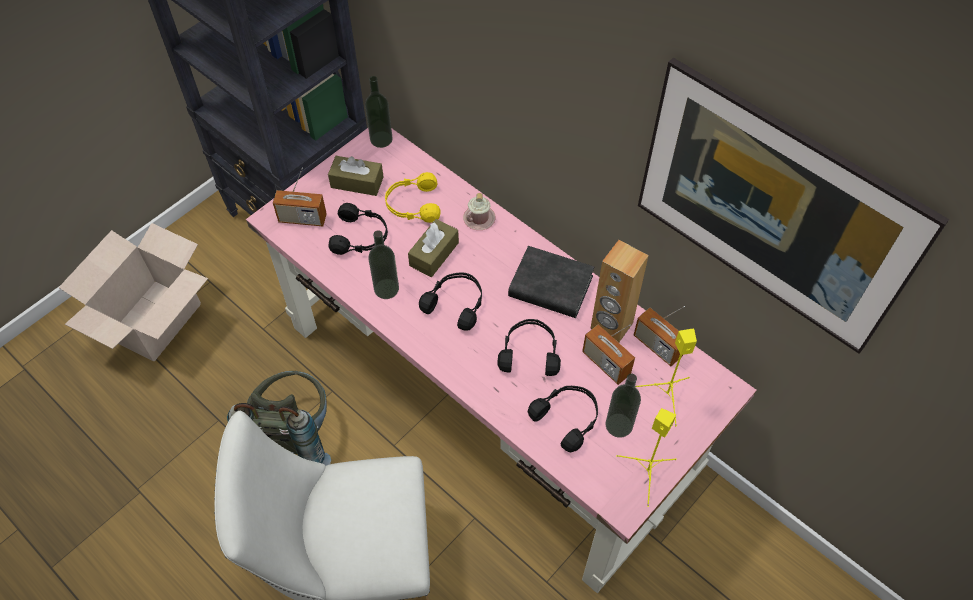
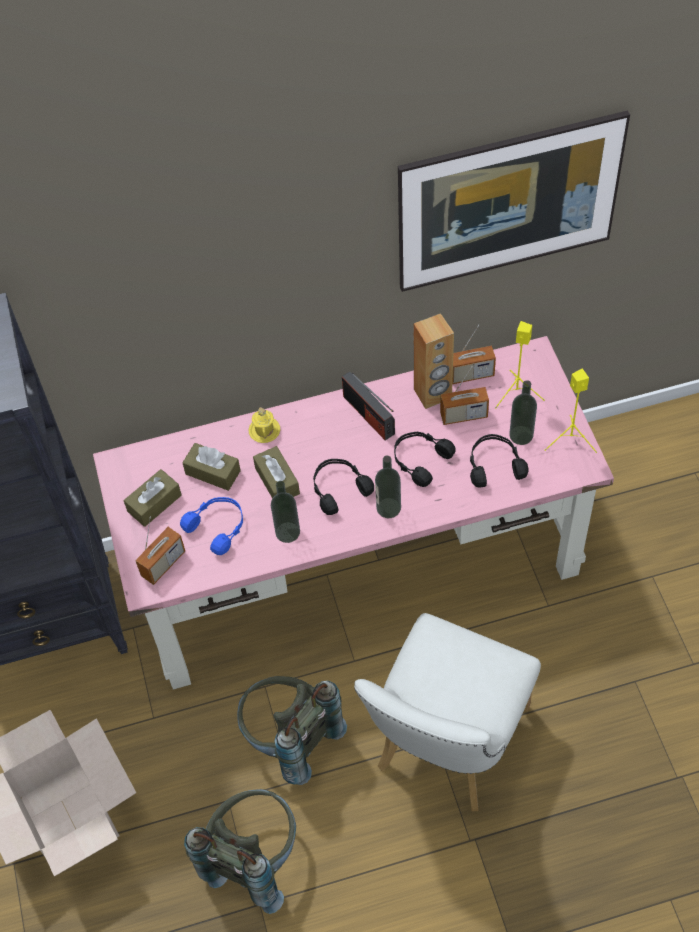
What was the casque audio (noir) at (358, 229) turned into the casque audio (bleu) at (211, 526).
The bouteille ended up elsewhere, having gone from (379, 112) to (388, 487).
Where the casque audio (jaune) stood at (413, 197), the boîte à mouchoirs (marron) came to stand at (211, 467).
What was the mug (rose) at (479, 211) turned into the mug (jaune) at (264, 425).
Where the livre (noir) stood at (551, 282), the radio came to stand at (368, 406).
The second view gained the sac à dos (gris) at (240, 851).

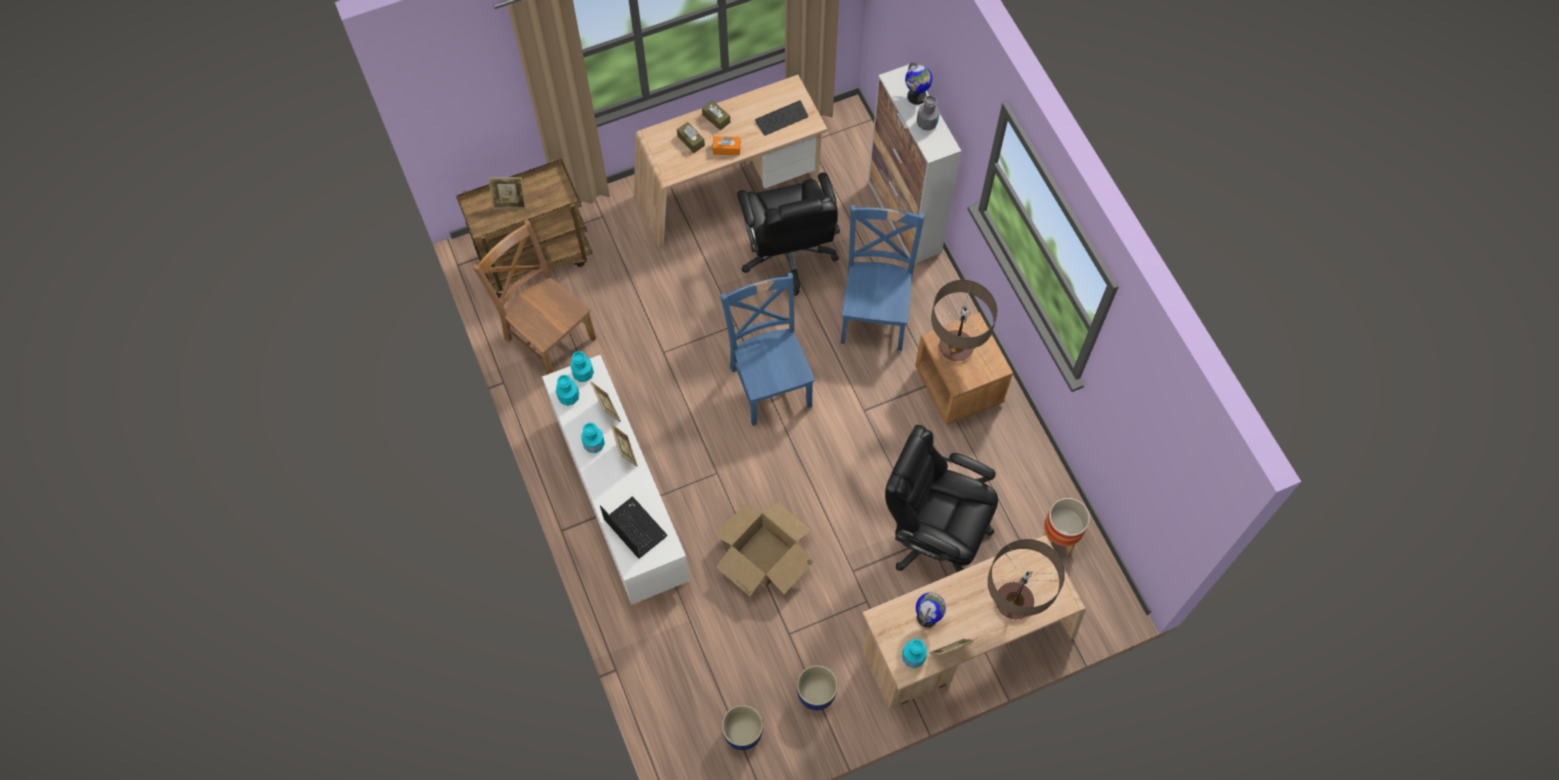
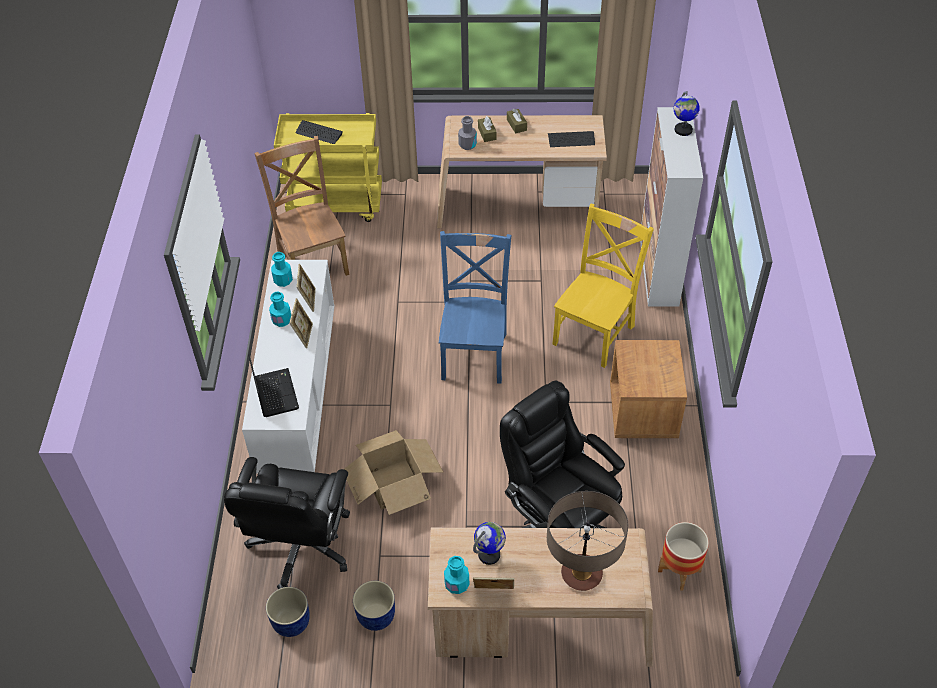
What was the chariot (marron) at (524, 228) turned into the chariot (jaune) at (328, 167).
Where the cadre photo stood at (507, 193), the clavier came to stand at (319, 132).
The second view lost the bouteille (turquoise) at (582, 366).
The second view lost the boîte à mouchoirs (orange) at (727, 145).
The chaise de bureau (noir) ended up elsewhere, having gone from (788, 234) to (287, 523).
What was the chaise (bleu) at (882, 278) turned into the chaise (jaune) at (603, 286).
The bouteille (gris) ended up elsewhere, having gone from (928, 113) to (467, 133).
The second view lost the lampe de table at (964, 320).

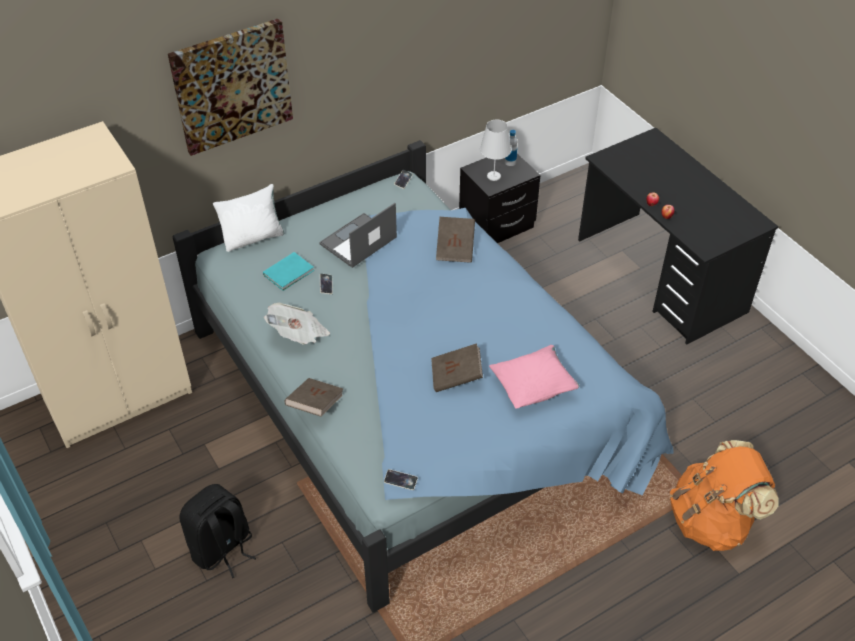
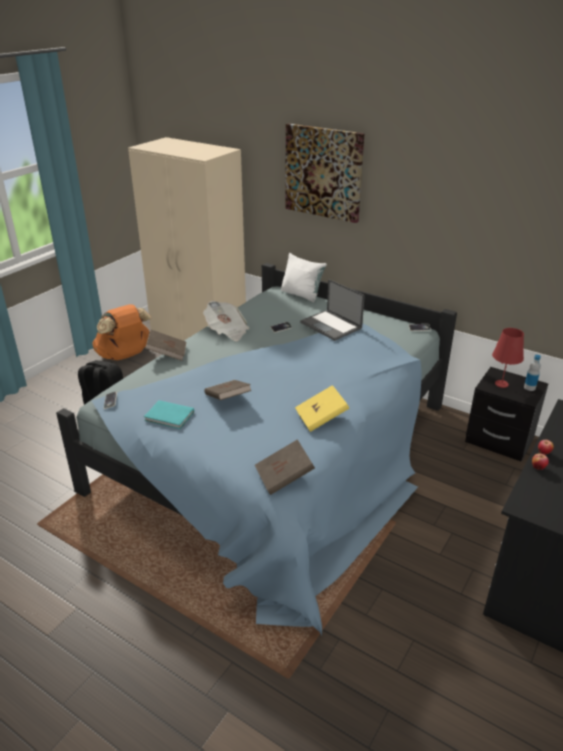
The livre (turquoise) ended up elsewhere, having gone from (288, 271) to (169, 414).
The ordinateur portable at (358, 235) ended up facing another way, 150 degrees counterclockwise from before.
The livre (marron) ended up elsewhere, having gone from (455, 240) to (285, 467).
What was the lampe de table (blanc) at (495, 150) turned into the lampe de table (rouge) at (508, 358).
The second view lost the coussin (rose) at (534, 377).
The sac à dos (orange) ended up elsewhere, having gone from (724, 495) to (122, 332).
The second view gained the livre (jaune) at (322, 408).

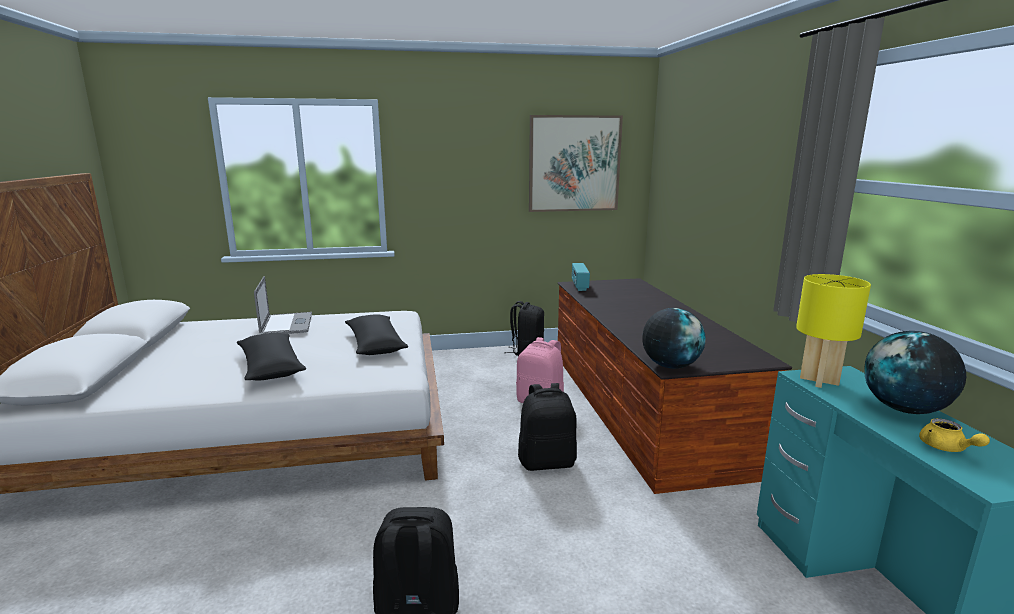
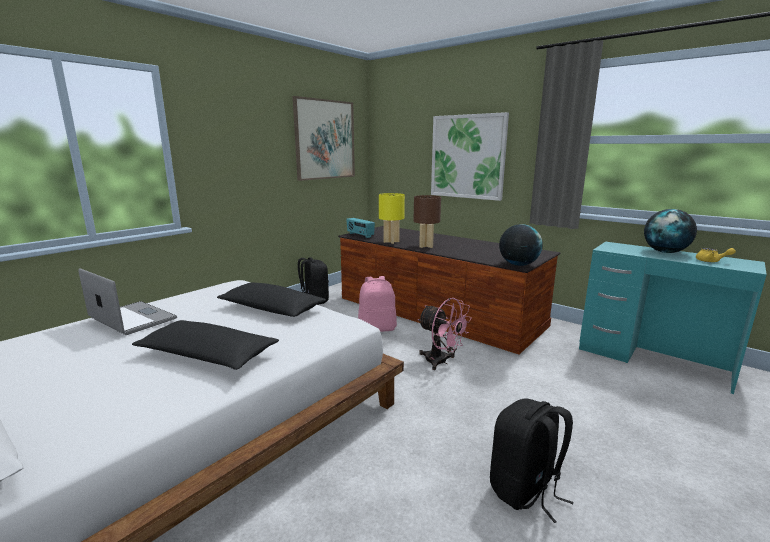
Where the sac à dos (noir) stood at (547, 427), the ventilateur (rose) came to stand at (445, 334).
The lampe de table (jaune) ended up elsewhere, having gone from (833, 331) to (392, 218).
The second view gained the lampe de table (marron) at (427, 221).
The second view gained the tableau at (470, 156).

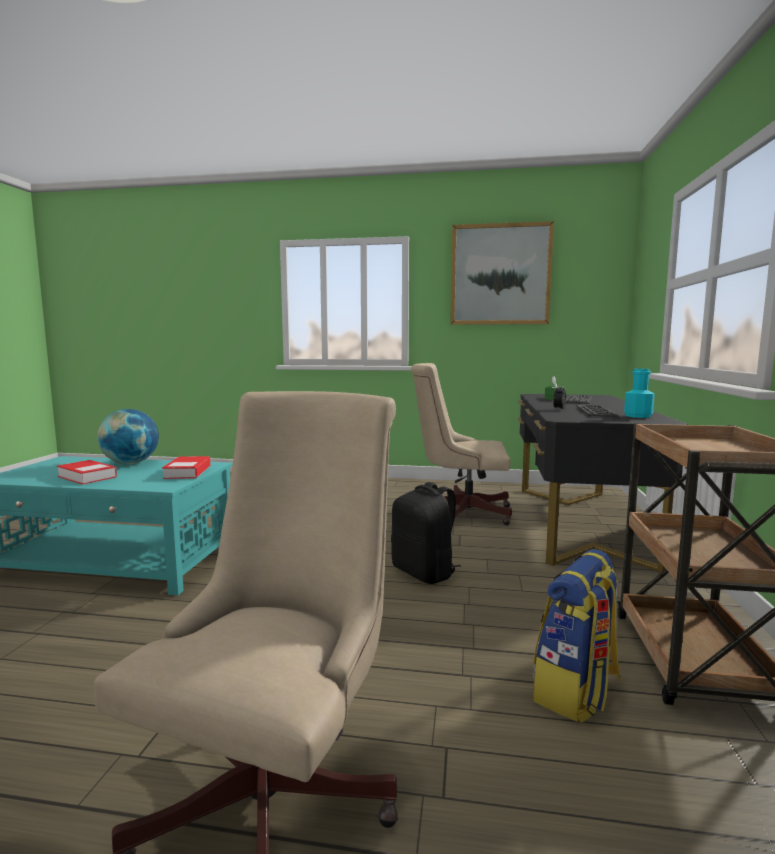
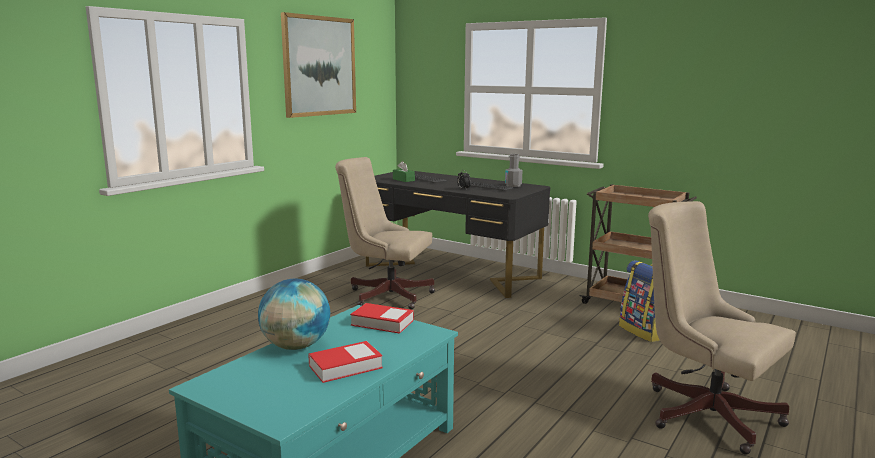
The second view lost the sac à dos (noir) at (426, 533).
The chaise de bureau (beige) at (461, 444) ended up facing another way, 75 degrees clockwise from before.
What was the bouteille (turquoise) at (639, 393) turned into the bouteille (gris) at (513, 170).

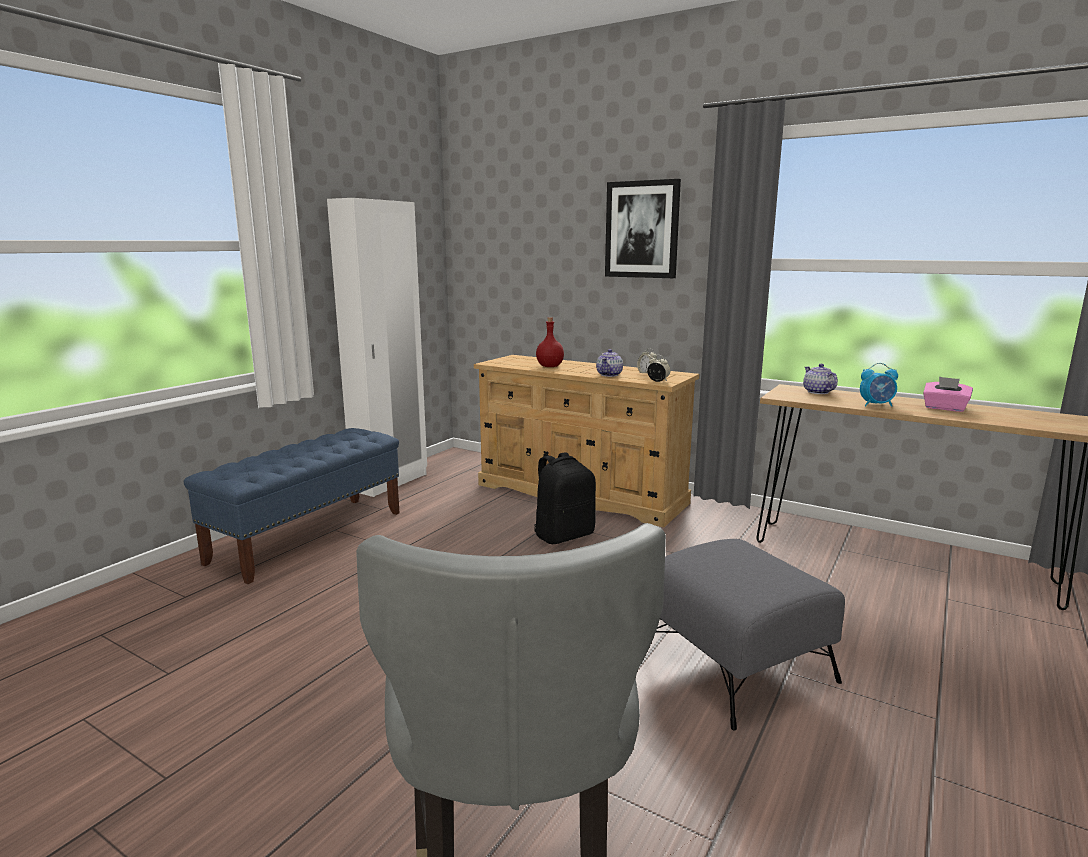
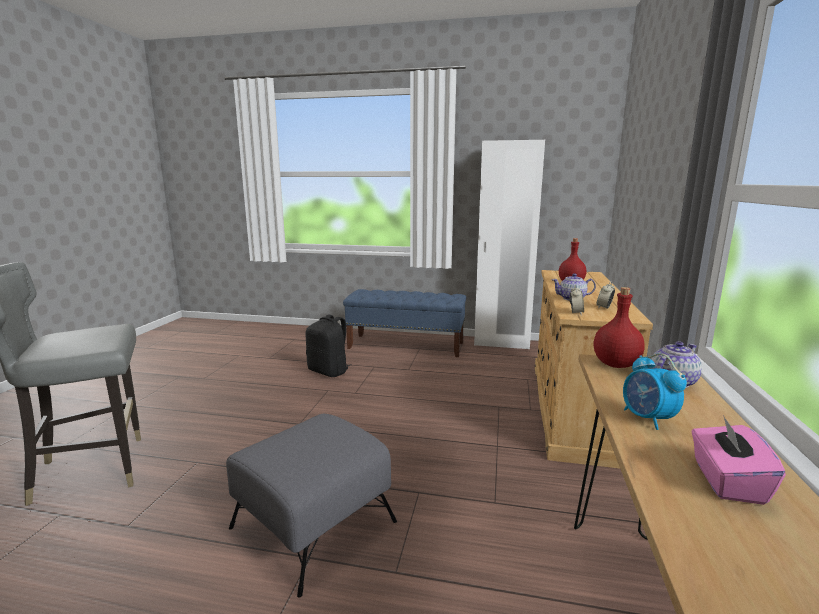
The sac à dos (noir) ended up elsewhere, having gone from (565, 498) to (328, 346).
The second view lost the tableau at (643, 228).
The second view gained the bouteille (rouge) at (619, 327).

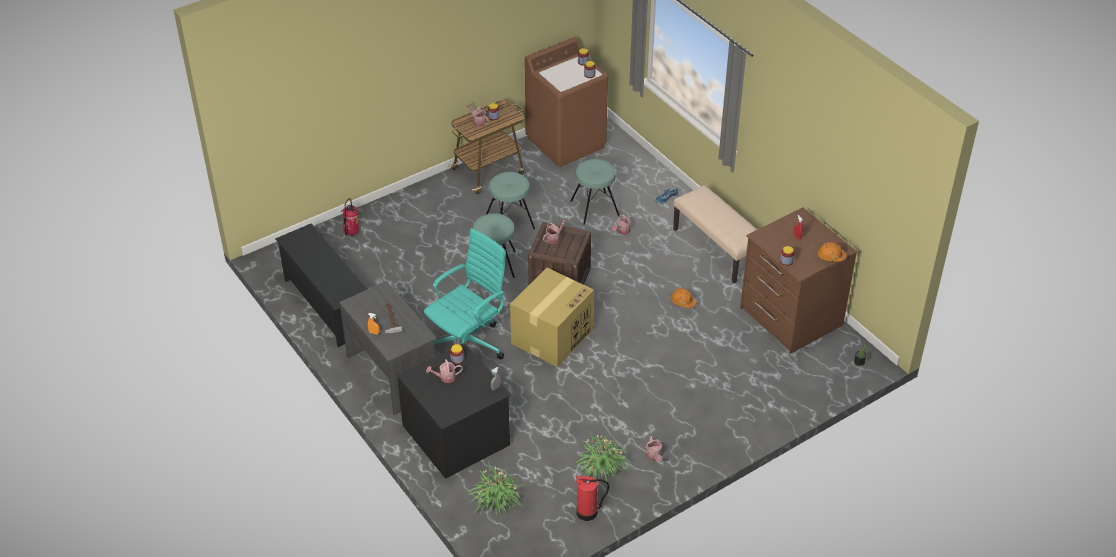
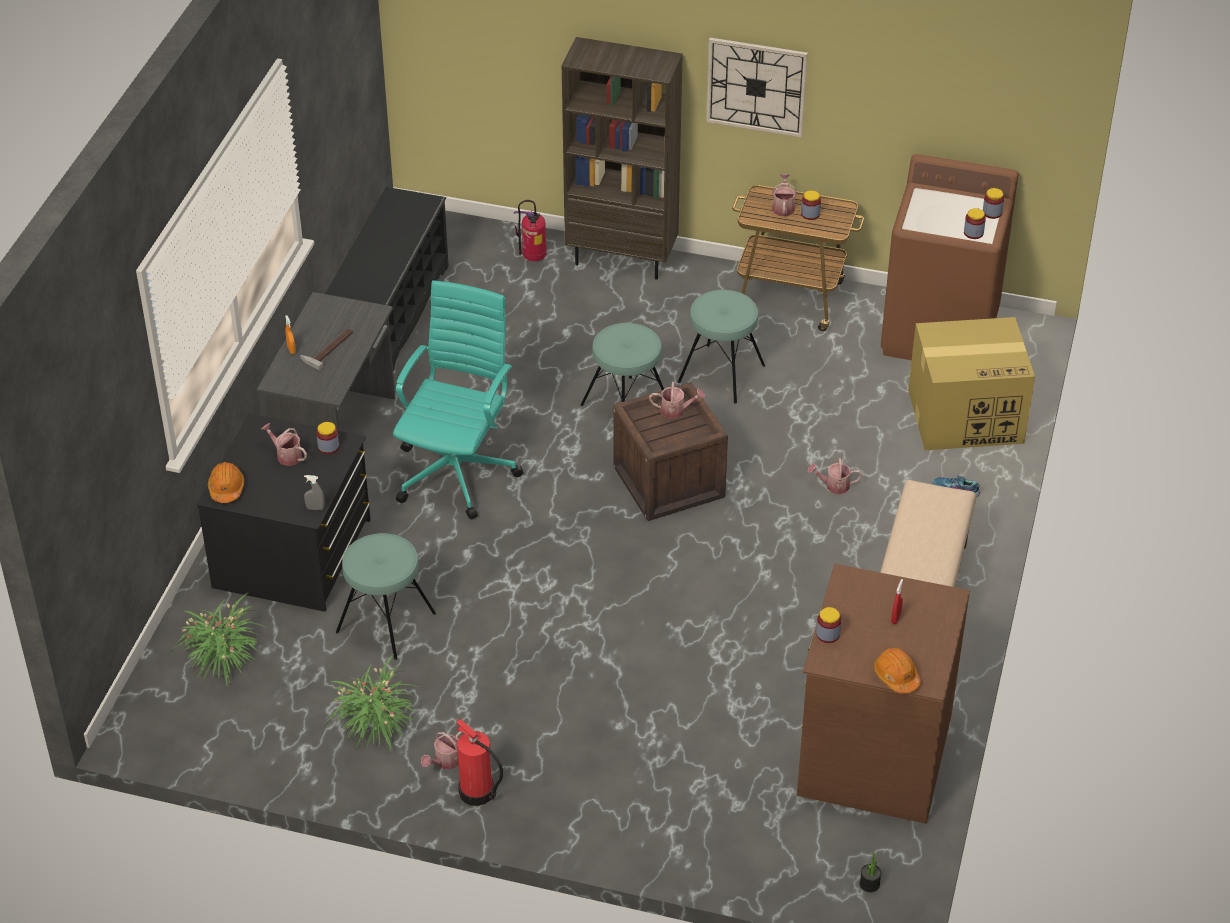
The chaise de bureau (turquoise) at (465, 293) ended up facing another way, 75 degrees counterclockwise from before.
The carton ended up elsewhere, having gone from (552, 317) to (971, 383).
The tabouret (turquoise) ended up elsewhere, having gone from (595, 192) to (386, 596).
The extincteur ended up elsewhere, having gone from (592, 498) to (479, 762).
The casque de chantier (orange) ended up elsewhere, having gone from (683, 298) to (226, 482).
The second view gained the bibliothèque (marron) at (622, 158).
The second view gained the horloge murale at (757, 87).

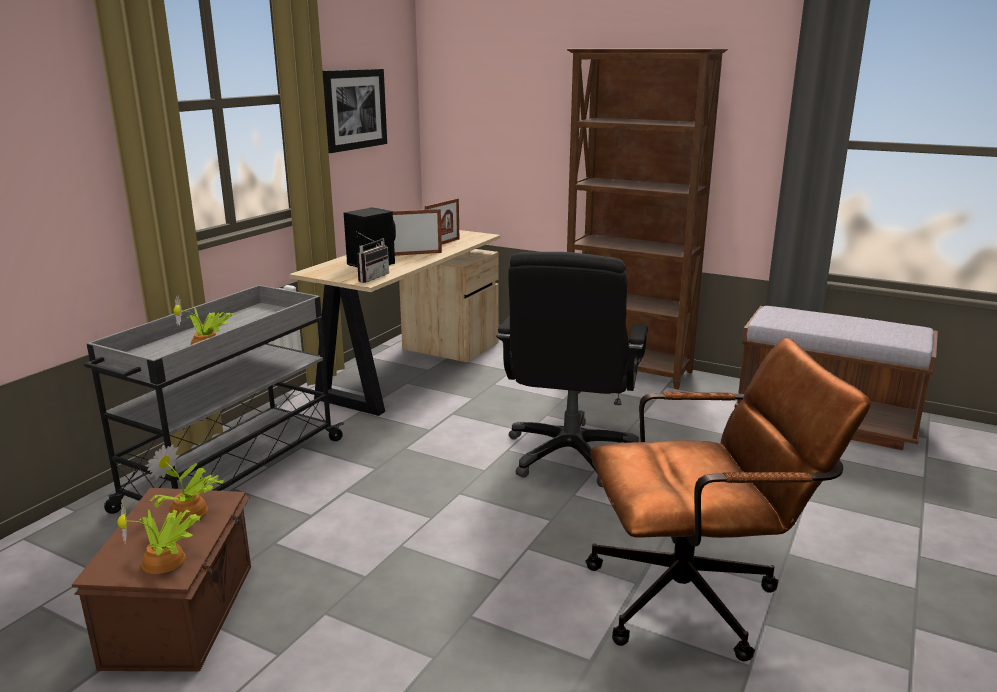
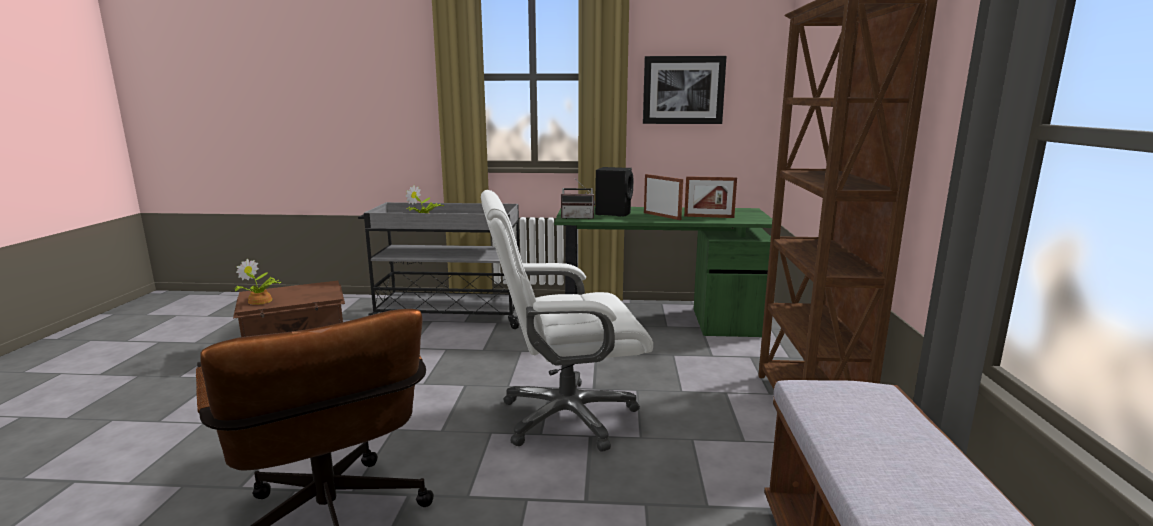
The second view lost the plante en pot at (186, 483).
What was the bureau (beige) at (395, 323) turned into the bureau (vert) at (663, 271).
What was the chaise de bureau (noir) at (572, 369) turned into the chaise de bureau (blanc) at (567, 320).

